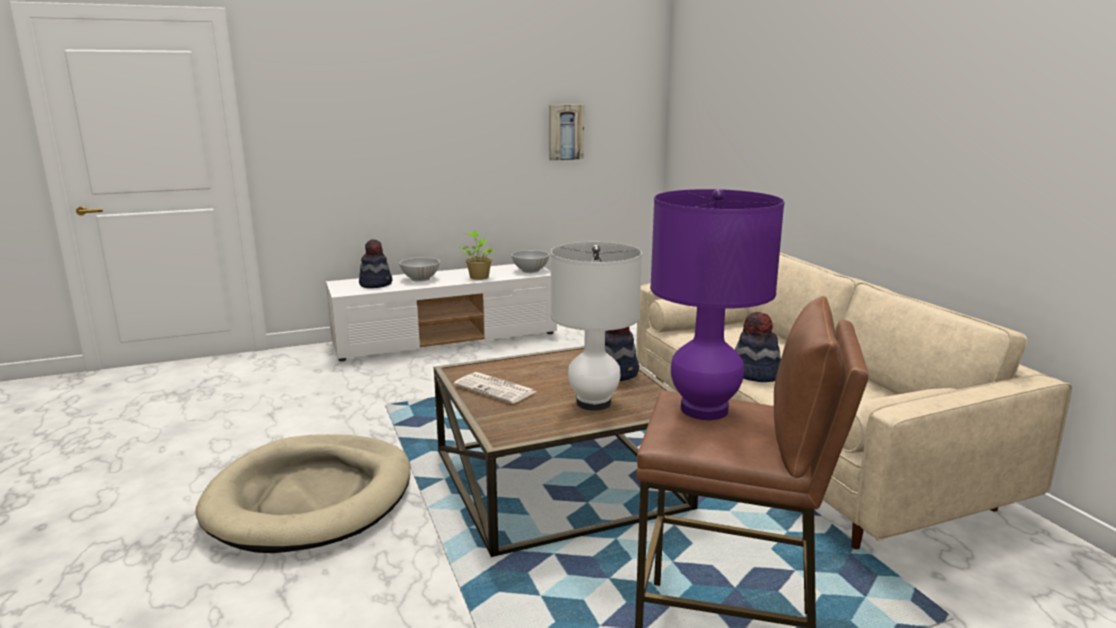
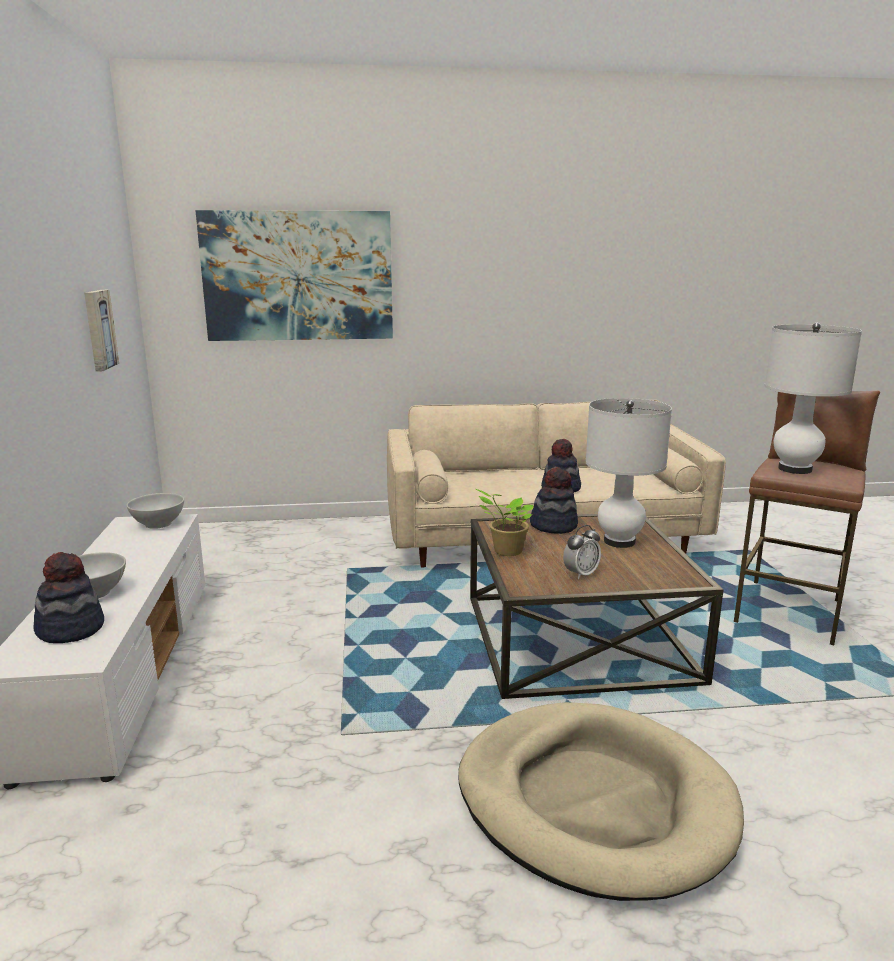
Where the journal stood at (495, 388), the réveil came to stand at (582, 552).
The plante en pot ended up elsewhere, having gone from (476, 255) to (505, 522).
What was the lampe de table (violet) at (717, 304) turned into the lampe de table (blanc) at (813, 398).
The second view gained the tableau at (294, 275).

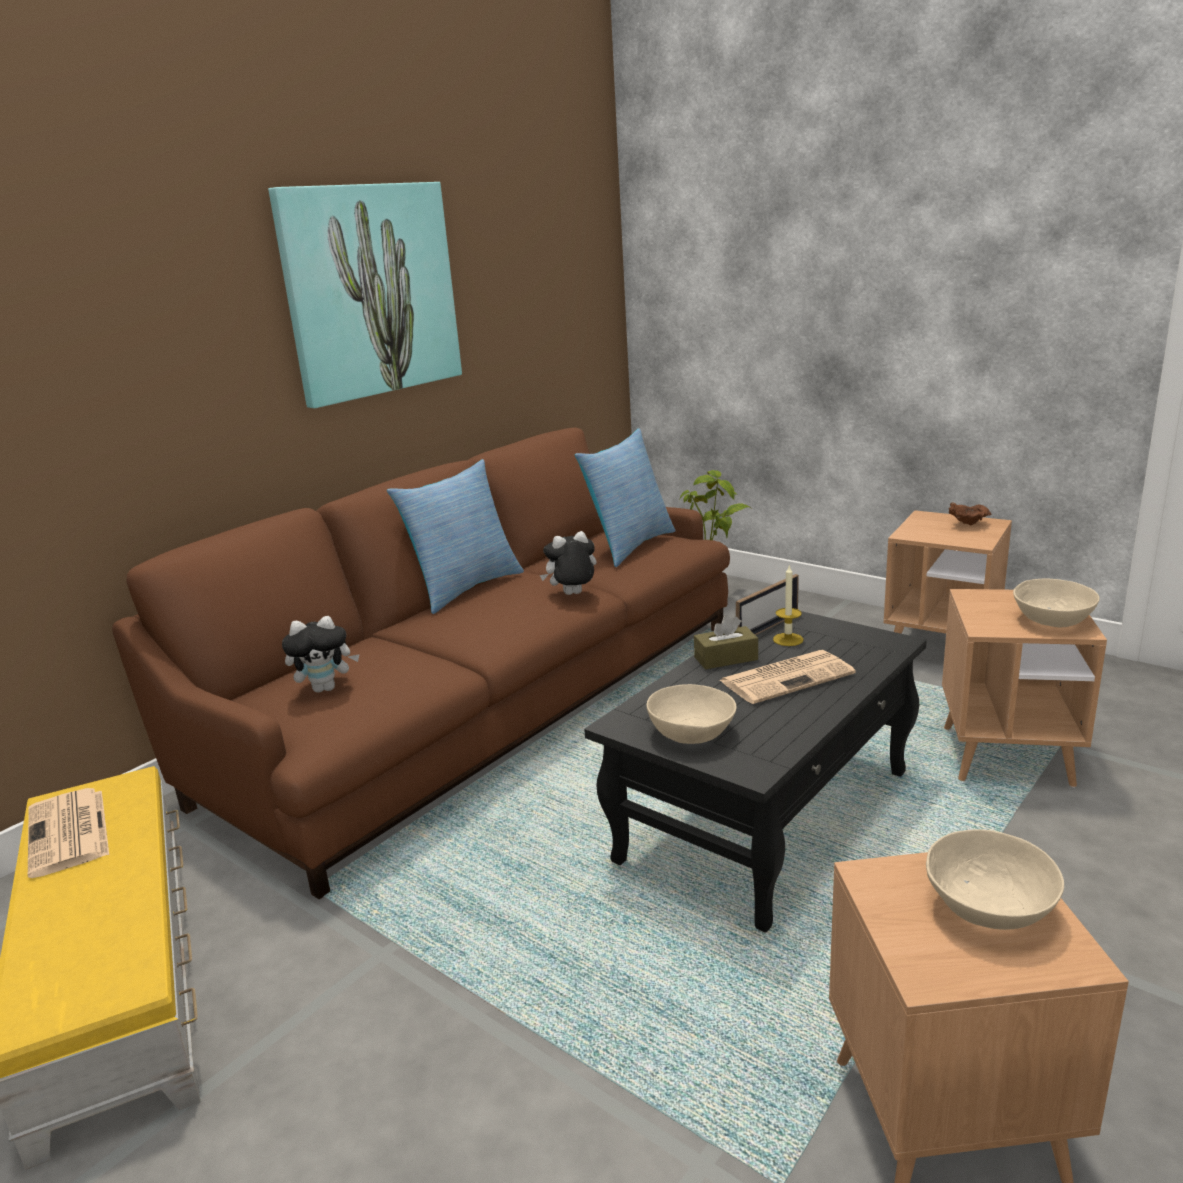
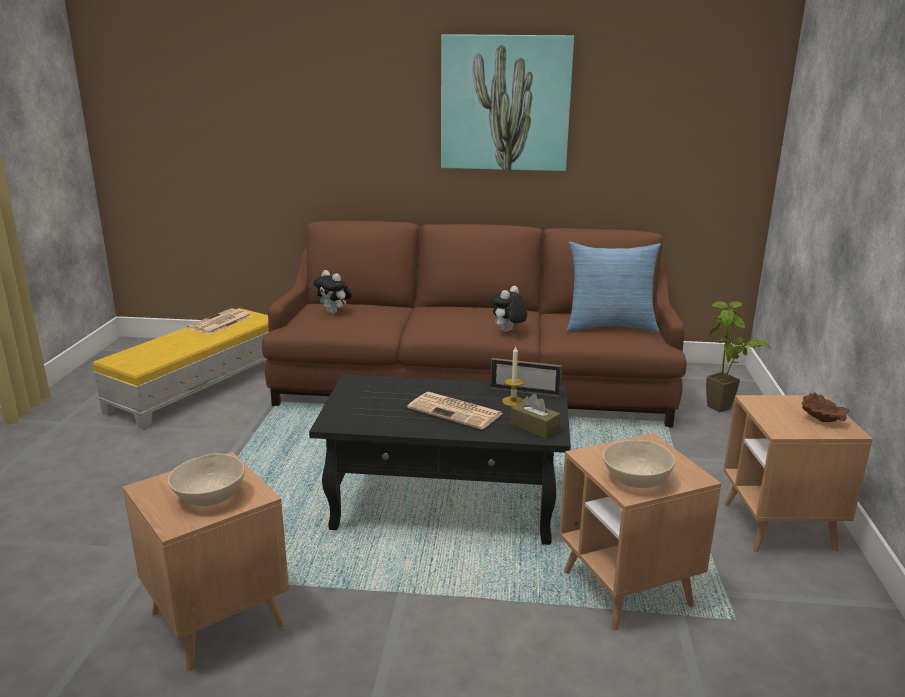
The second view lost the coussin at (455, 536).
The peluche at (568, 563) ended up facing another way, 90 degrees counterclockwise from before.
The second view lost the bol (beige) at (692, 714).
The boîte à mouchoirs (marron) ended up elsewhere, having gone from (726, 642) to (535, 416).

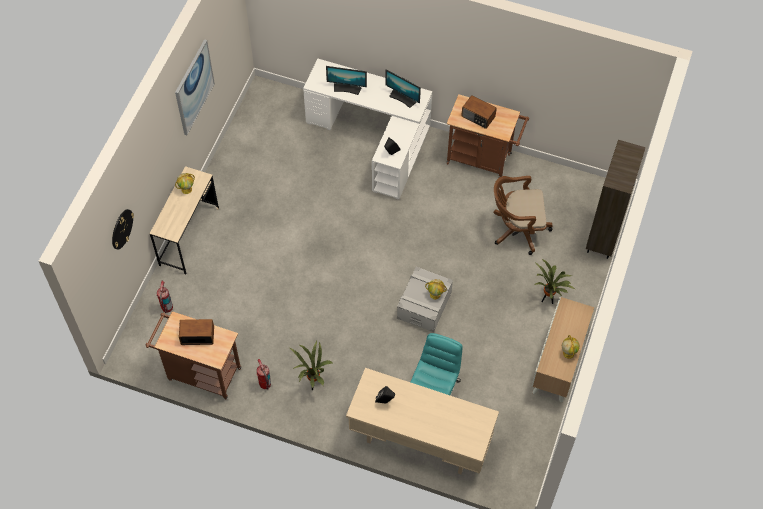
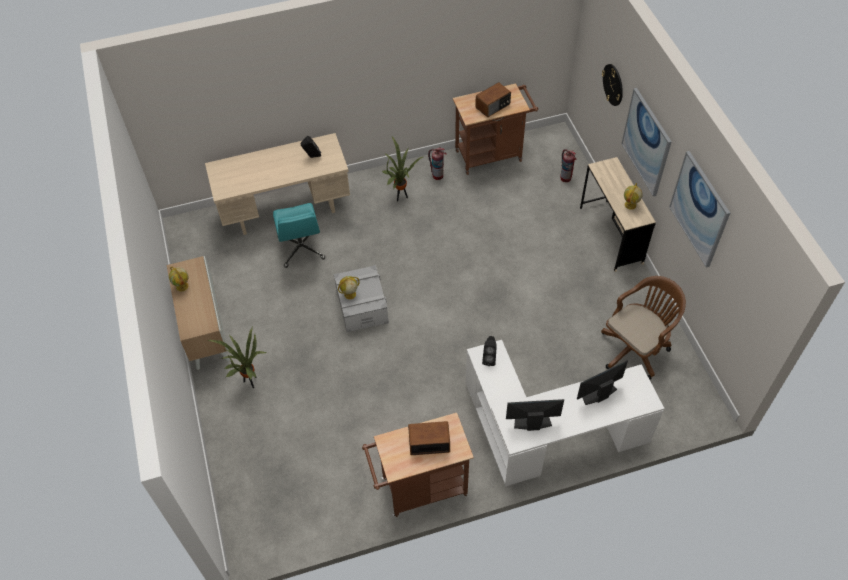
The chaise de bureau (marron) ended up elsewhere, having gone from (522, 215) to (643, 328).
The second view lost the bibliothèque (marron) at (616, 199).
The second view gained the tableau at (646, 142).

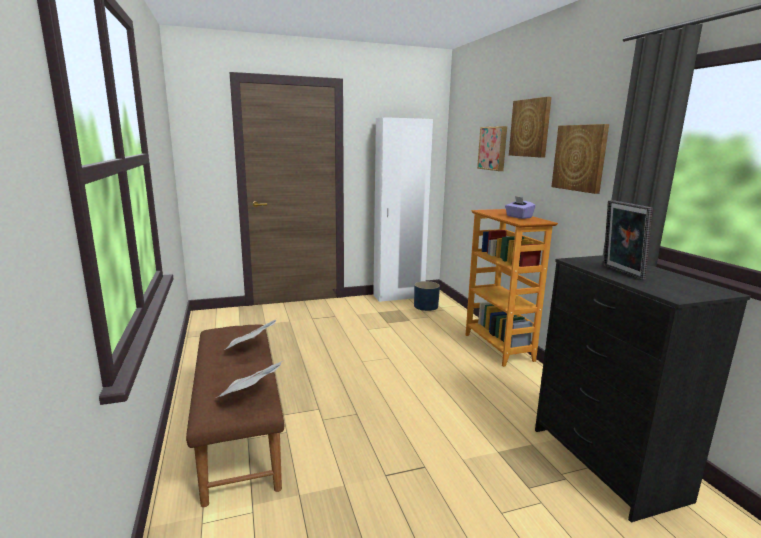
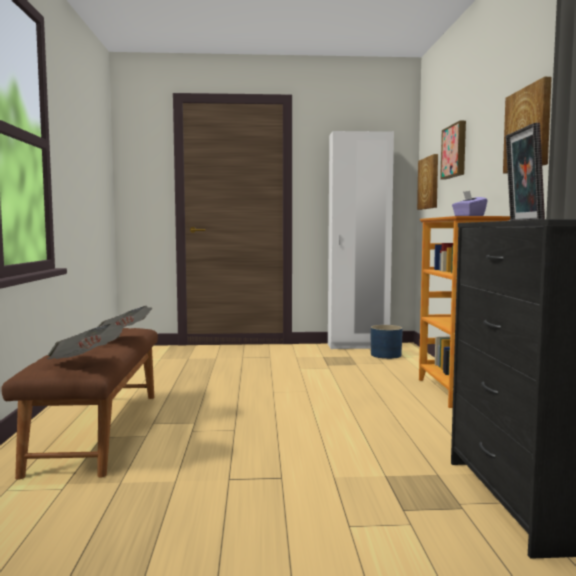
The tableau ended up elsewhere, having gone from (530, 127) to (427, 182).

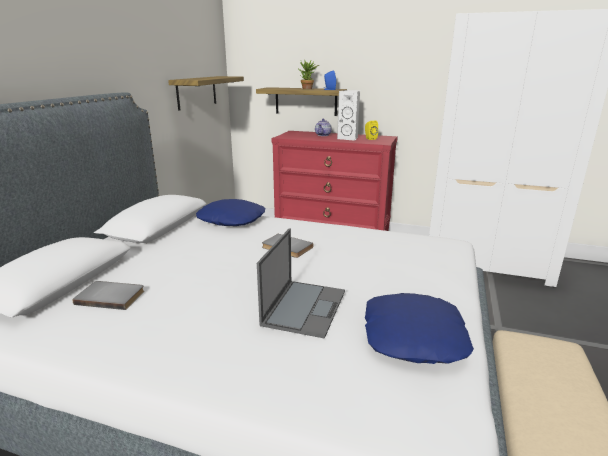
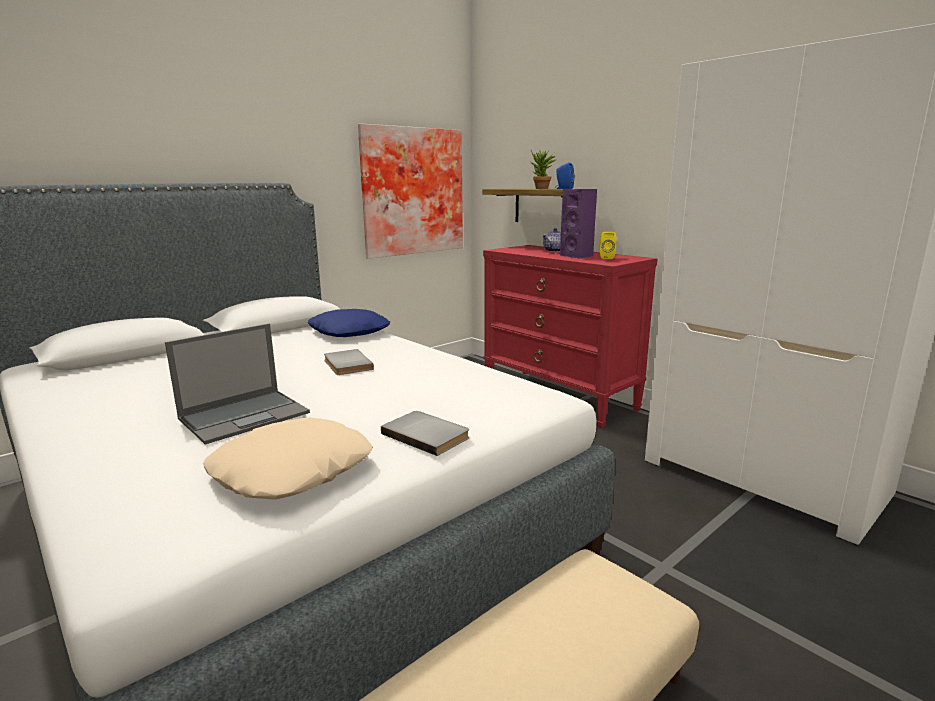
The livre (gris) ended up elsewhere, having gone from (108, 295) to (425, 433).
Where the étagère hung at (206, 93), the tableau came to hang at (410, 191).
What was the enceinte (blanc) at (348, 115) turned into the enceinte (violet) at (578, 223).
What was the coussin (bleu) at (419, 328) turned into the coussin (beige) at (288, 458).

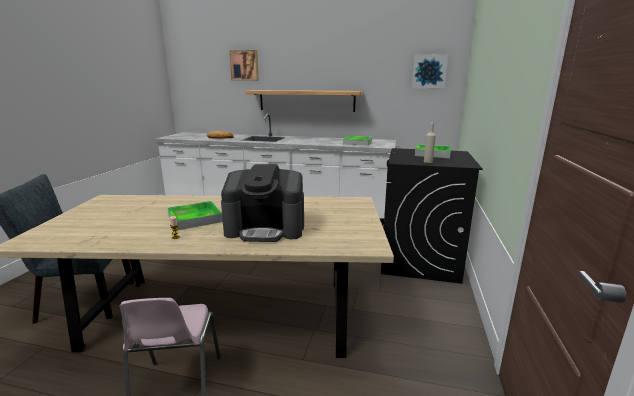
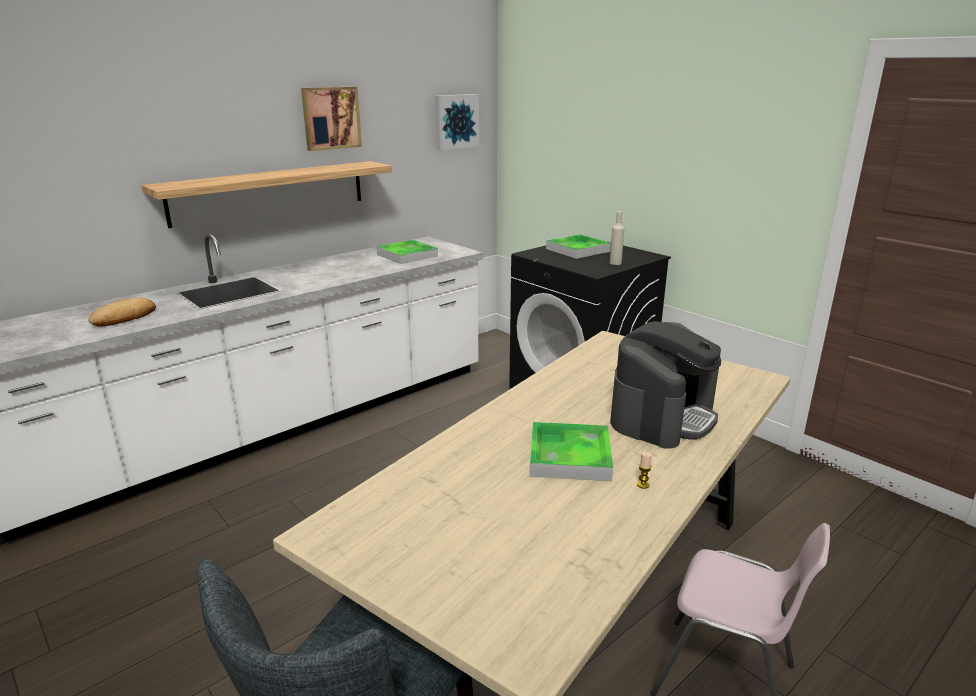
The tableau ended up elsewhere, having gone from (244, 65) to (331, 119).

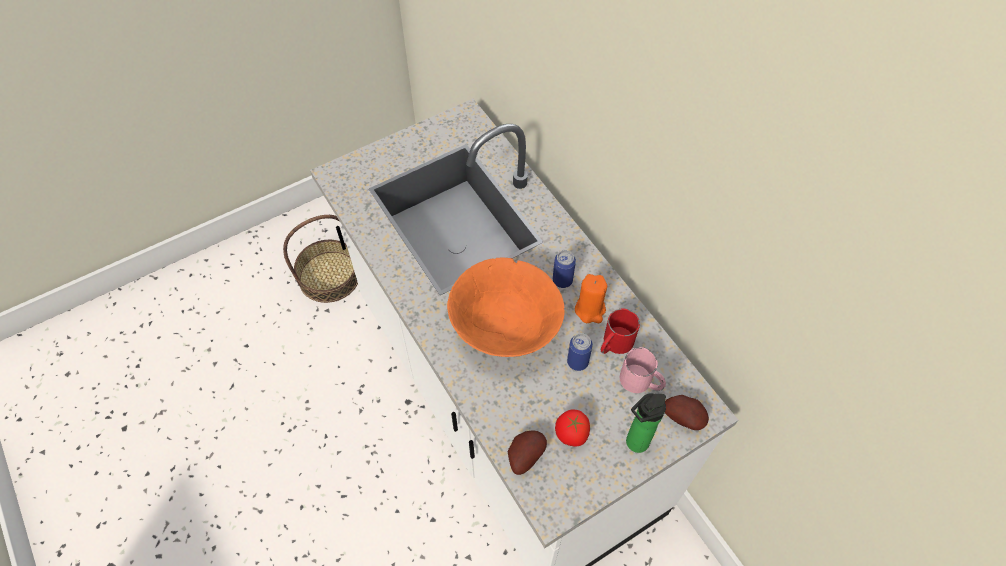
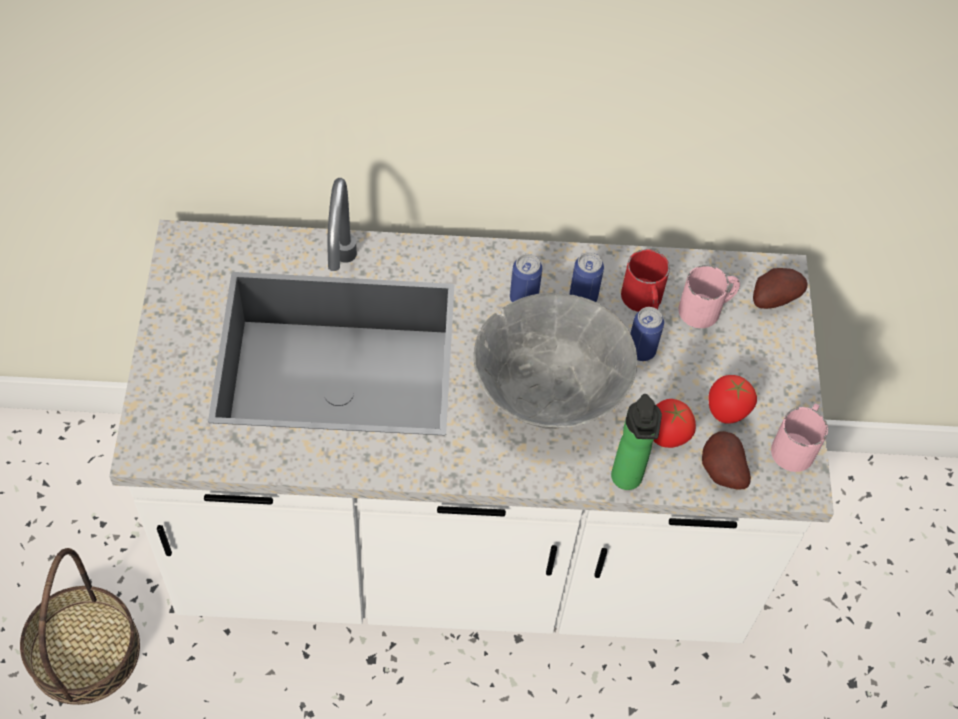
What was the bol (orange) at (506, 307) turned into the bol (gris) at (555, 361).
Where the bougie (orange) stood at (591, 298), the boîte métallique came to stand at (587, 277).
The bouteille ended up elsewhere, having gone from (646, 423) to (636, 442).
The second view gained the tomate at (675, 423).
The second view gained the mug (rose) at (799, 438).

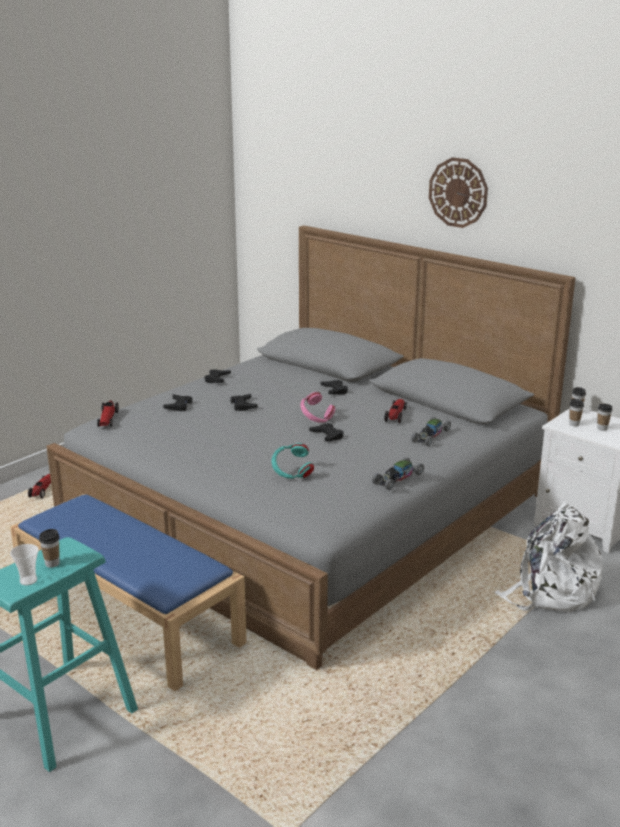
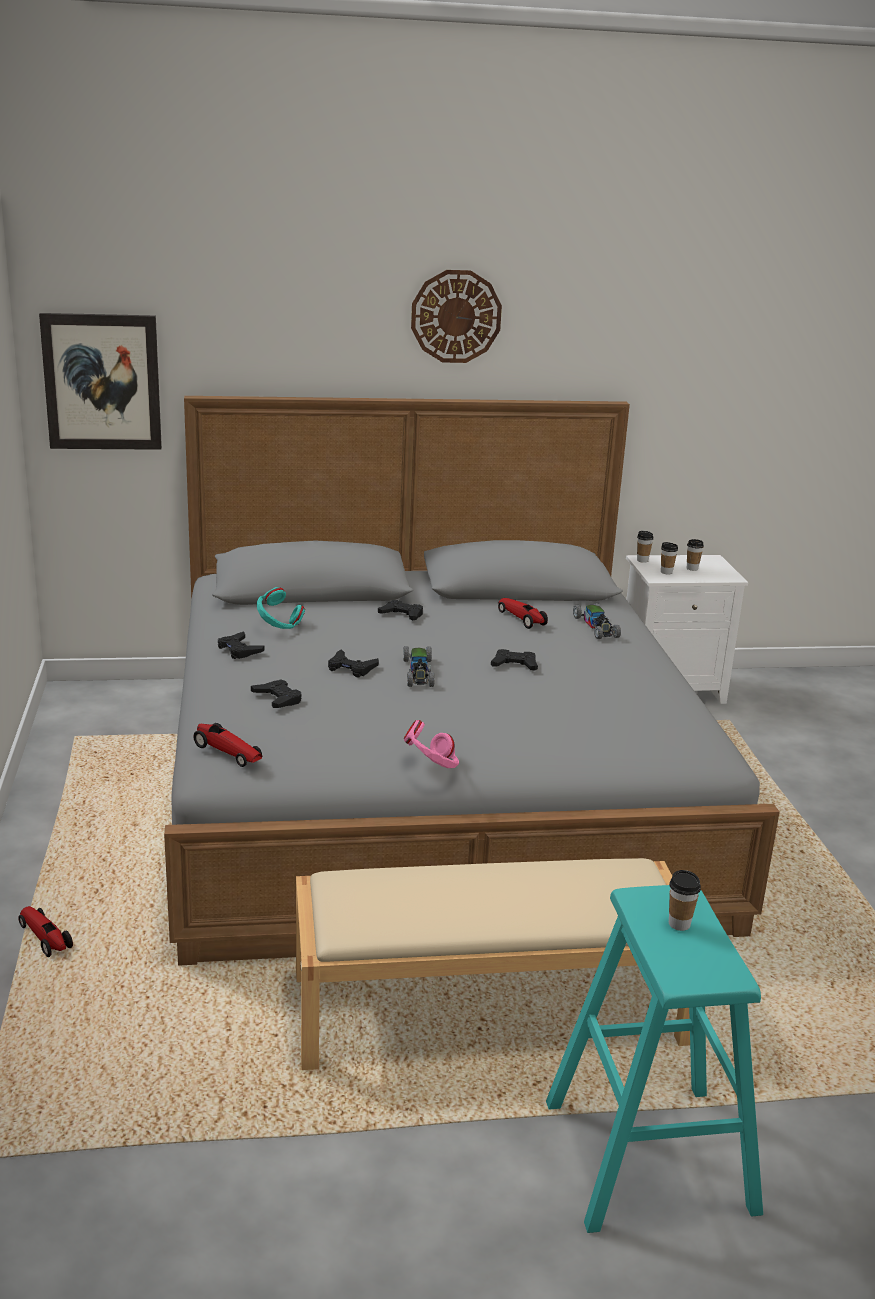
What was the banc (bleu) at (128, 592) turned into the banc (beige) at (493, 964).
The second view lost the tasse at (24, 565).
The casque audio (turquoise) ended up elsewhere, having gone from (292, 461) to (281, 608).
The casque audio (rose) ended up elsewhere, having gone from (318, 407) to (431, 744).
The petite voiture ended up elsewhere, having gone from (398, 474) to (419, 666).
The second view lost the sac à dos (blanc) at (548, 557).
The second view gained the tableau at (100, 381).

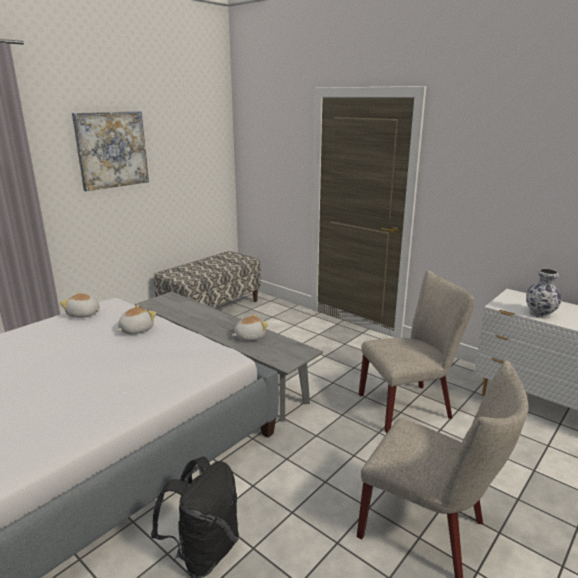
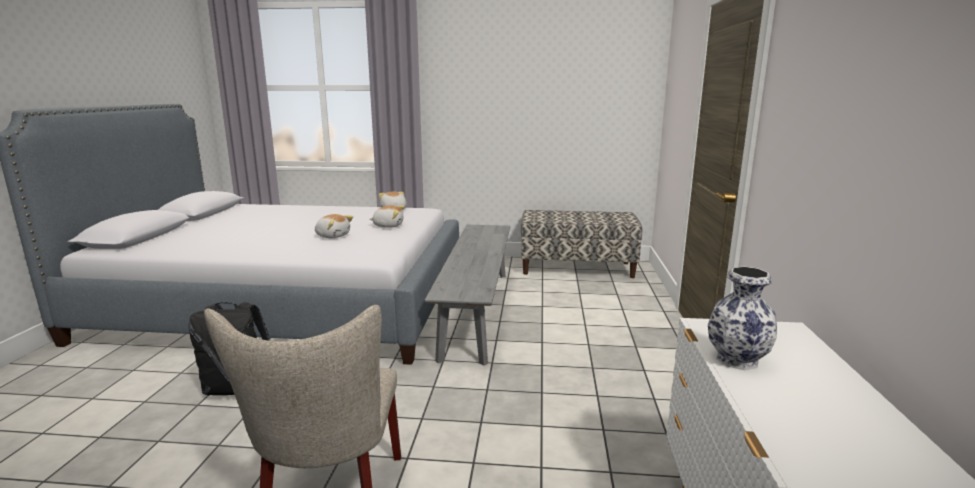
The second view lost the tableau at (110, 151).
The peluche ended up elsewhere, having gone from (250, 327) to (334, 226).
The second view lost the chaise (beige) at (417, 351).

